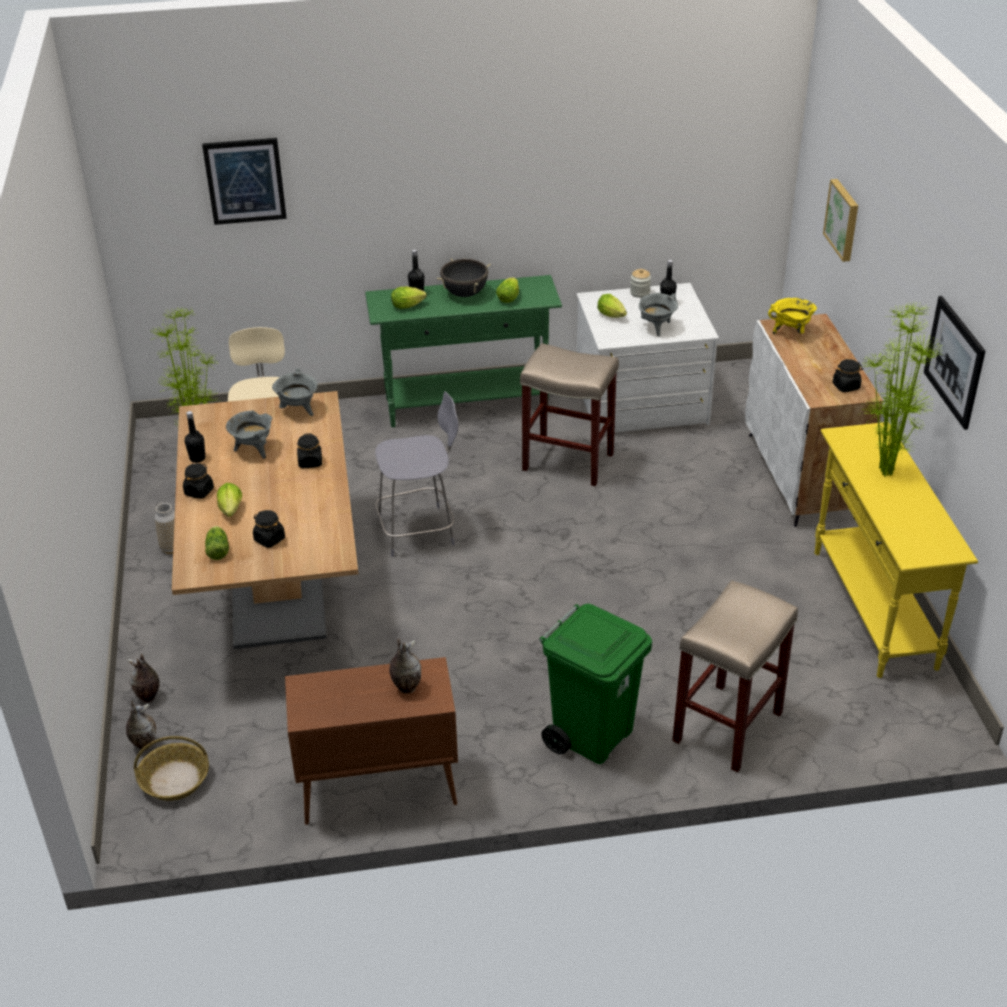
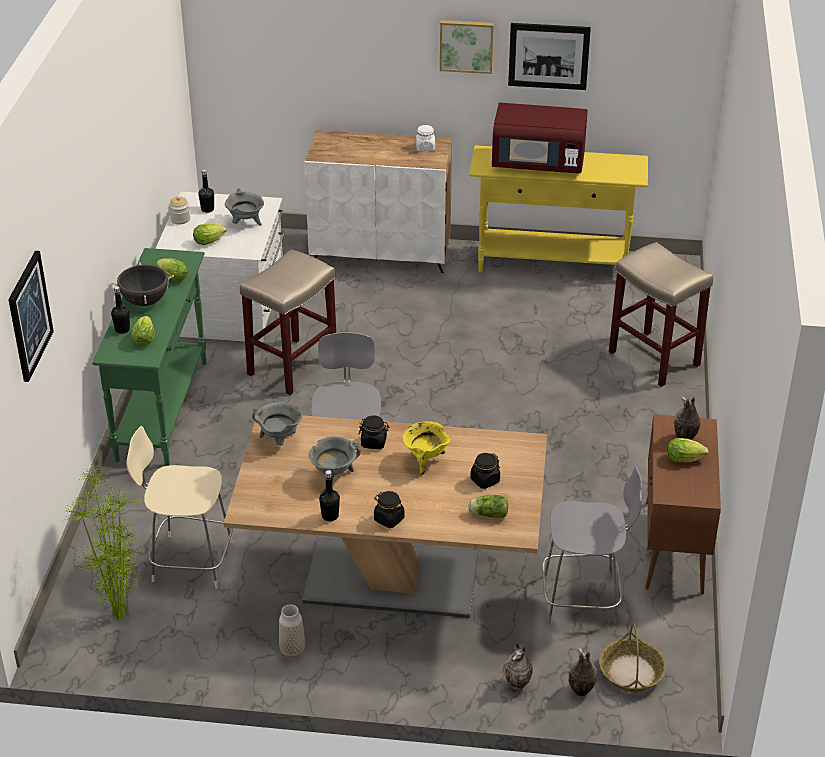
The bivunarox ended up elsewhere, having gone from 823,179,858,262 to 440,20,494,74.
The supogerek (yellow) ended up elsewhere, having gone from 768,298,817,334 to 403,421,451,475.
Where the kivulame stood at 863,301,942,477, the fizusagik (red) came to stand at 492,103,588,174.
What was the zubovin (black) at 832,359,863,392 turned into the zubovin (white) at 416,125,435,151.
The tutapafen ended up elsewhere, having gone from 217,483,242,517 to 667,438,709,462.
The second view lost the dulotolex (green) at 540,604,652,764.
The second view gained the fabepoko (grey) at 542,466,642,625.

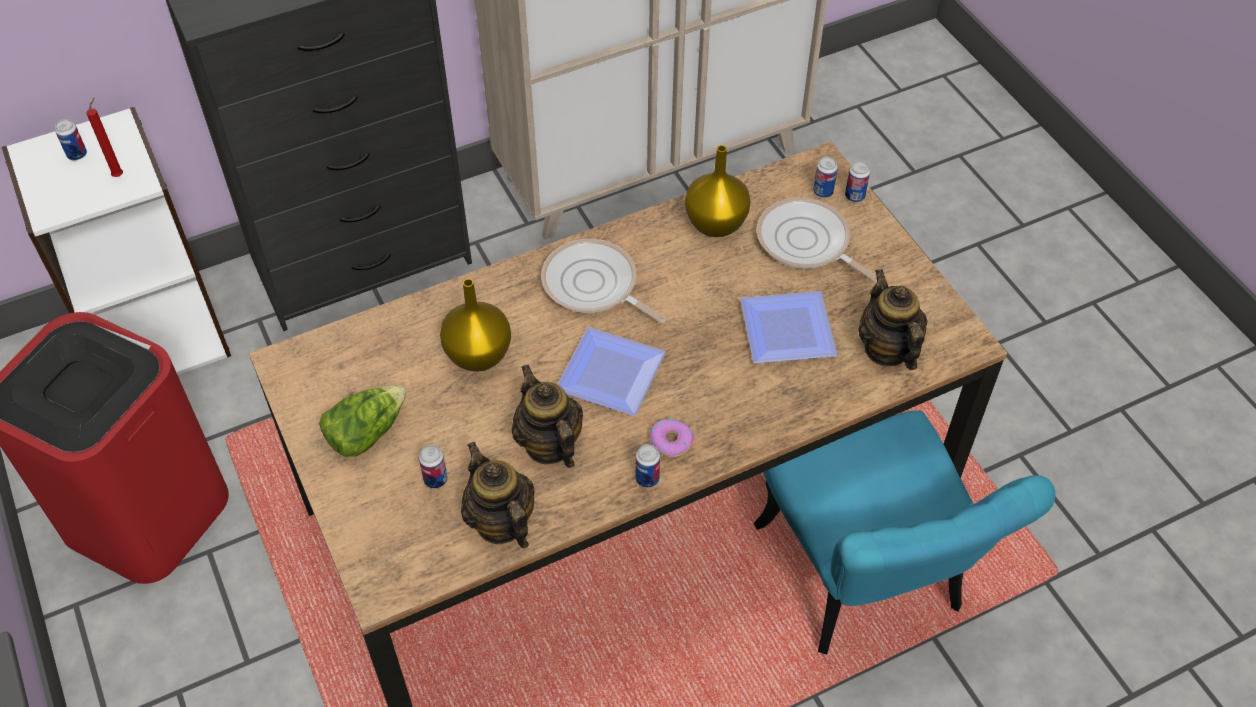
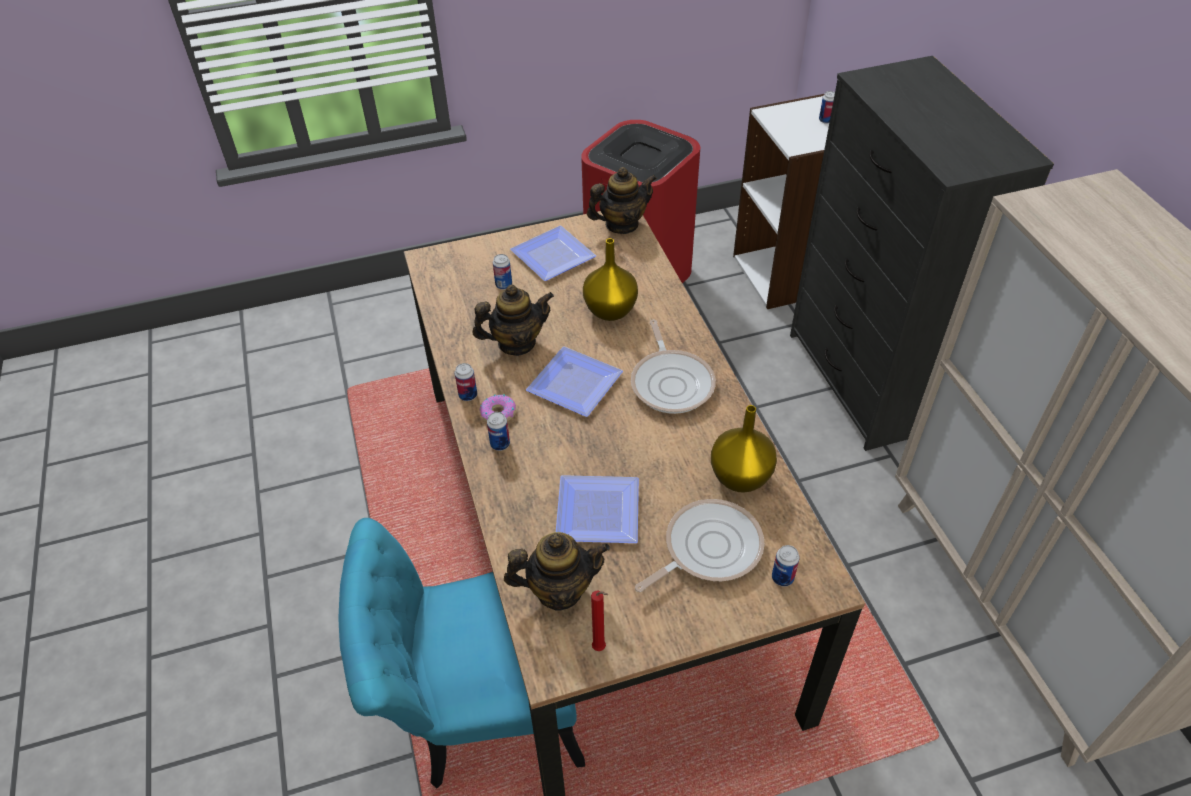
The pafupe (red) ended up elsewhere, having gone from 86,97,123,177 to 591,591,608,651.
The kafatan ended up elsewhere, having gone from 845,161,870,202 to 487,412,510,451.
The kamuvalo at 541,239,667,324 ended up facing another way, 120 degrees clockwise from before.
Where the tutapafen stood at 319,385,406,457, the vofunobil came to stand at 510,226,596,281.
The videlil ended up elsewhere, having gone from 461,442,535,548 to 587,167,657,234.

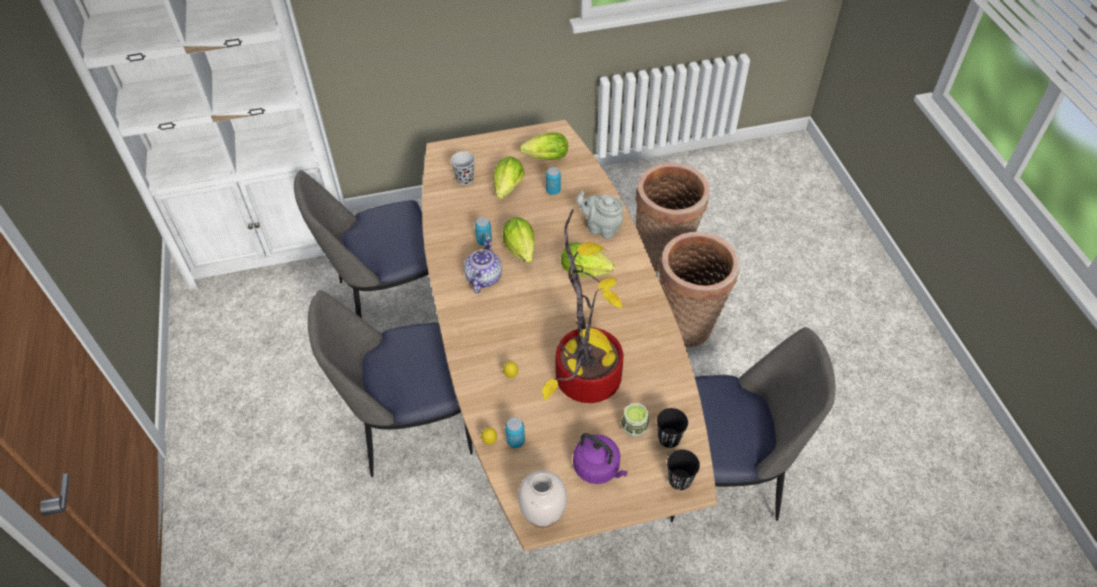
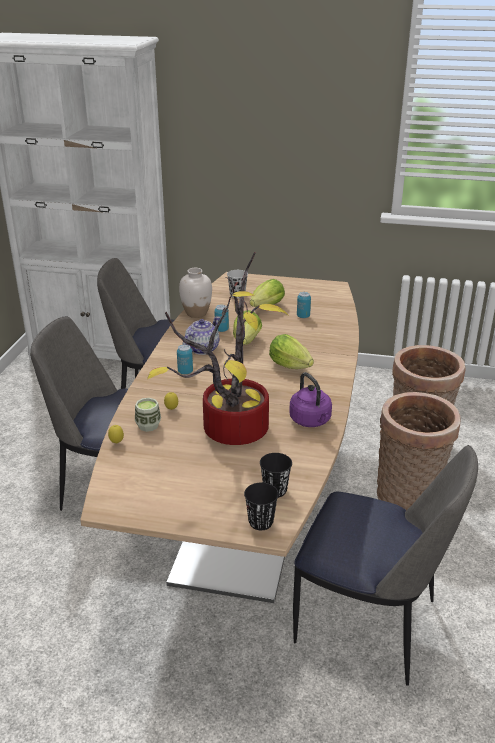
The second view lost the tutapafen at 519,132,568,160.
The second view lost the videlil (grey) at 576,190,623,239.
The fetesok ended up elsewhere, having gone from 621,403,649,437 to 135,398,161,432.
The kafatan ended up elsewhere, having gone from 505,417,525,448 to 177,345,193,375.
The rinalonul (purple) ended up elsewhere, having gone from 573,433,628,484 to 289,372,332,427.
The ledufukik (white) ended up elsewhere, having gone from 518,471,567,528 to 179,268,212,318.

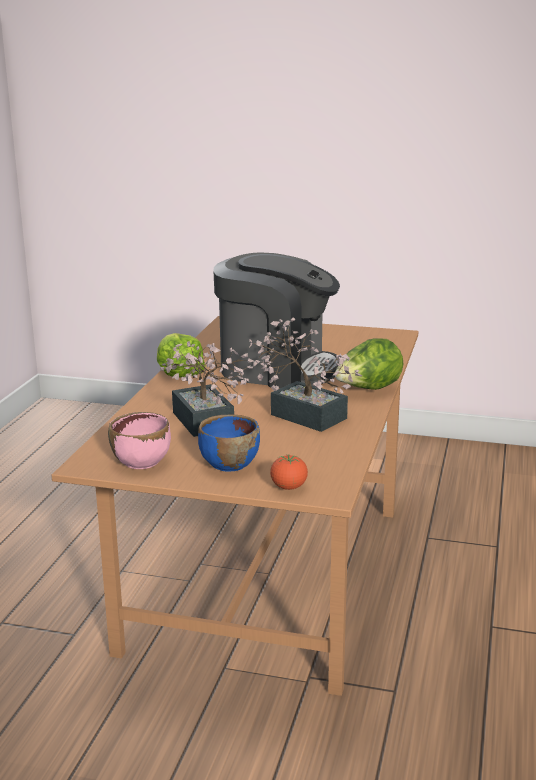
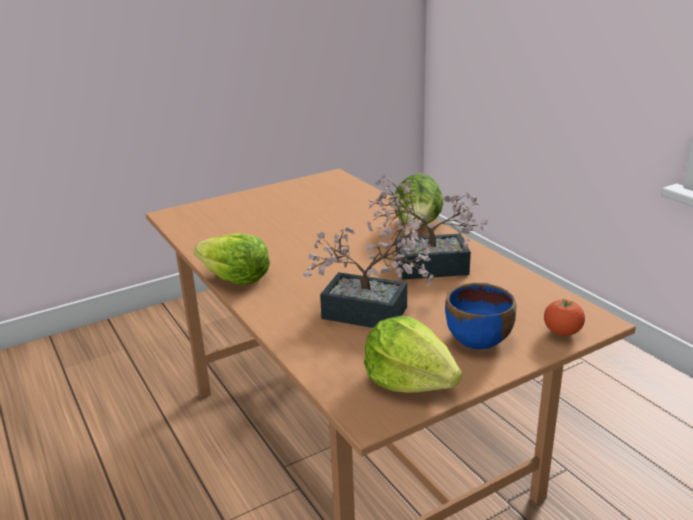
The second view lost the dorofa at 213,252,340,388.
Where the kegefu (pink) stood at 108,412,171,469, the tutapafen came to stand at 364,316,462,393.

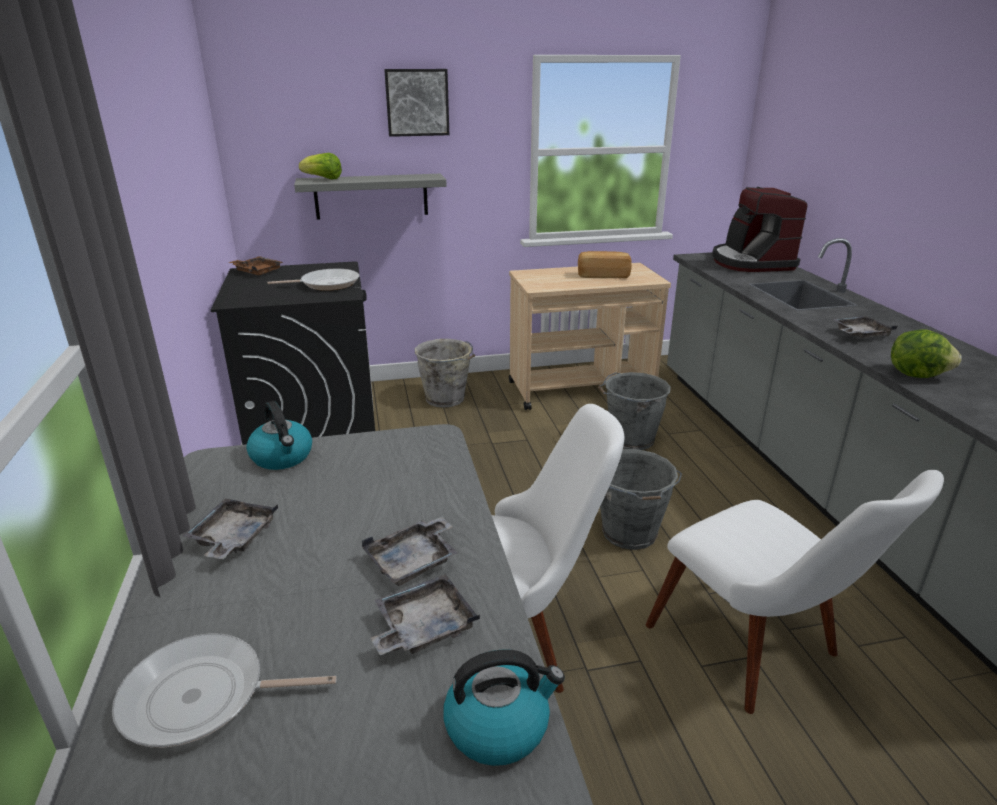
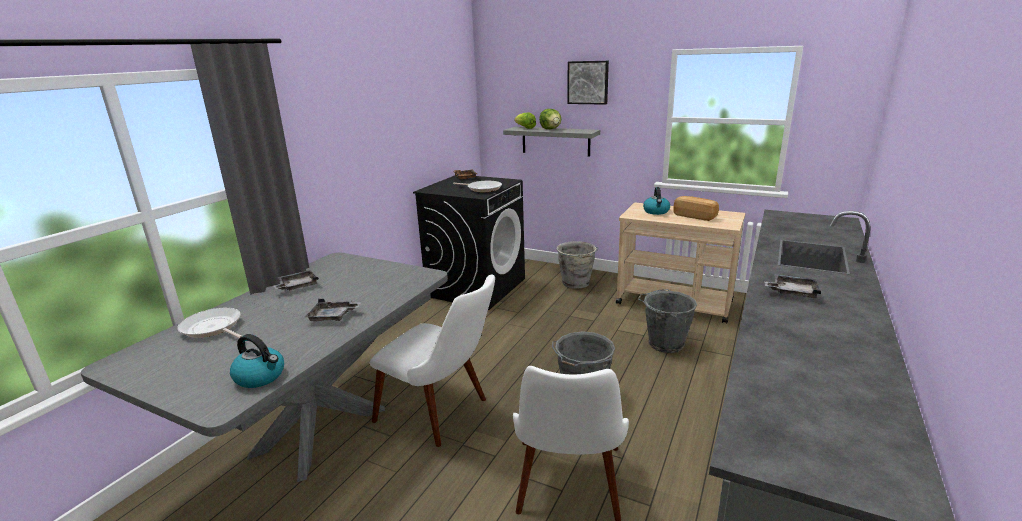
The second view lost the dorofa at 712,187,808,272.
The tutapafen ended up elsewhere, having gone from 891,329,962,378 to 539,109,561,129.
The rinalonul ended up elsewhere, having gone from 246,401,312,470 to 643,187,670,215.
The second view lost the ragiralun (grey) at 370,574,480,655.

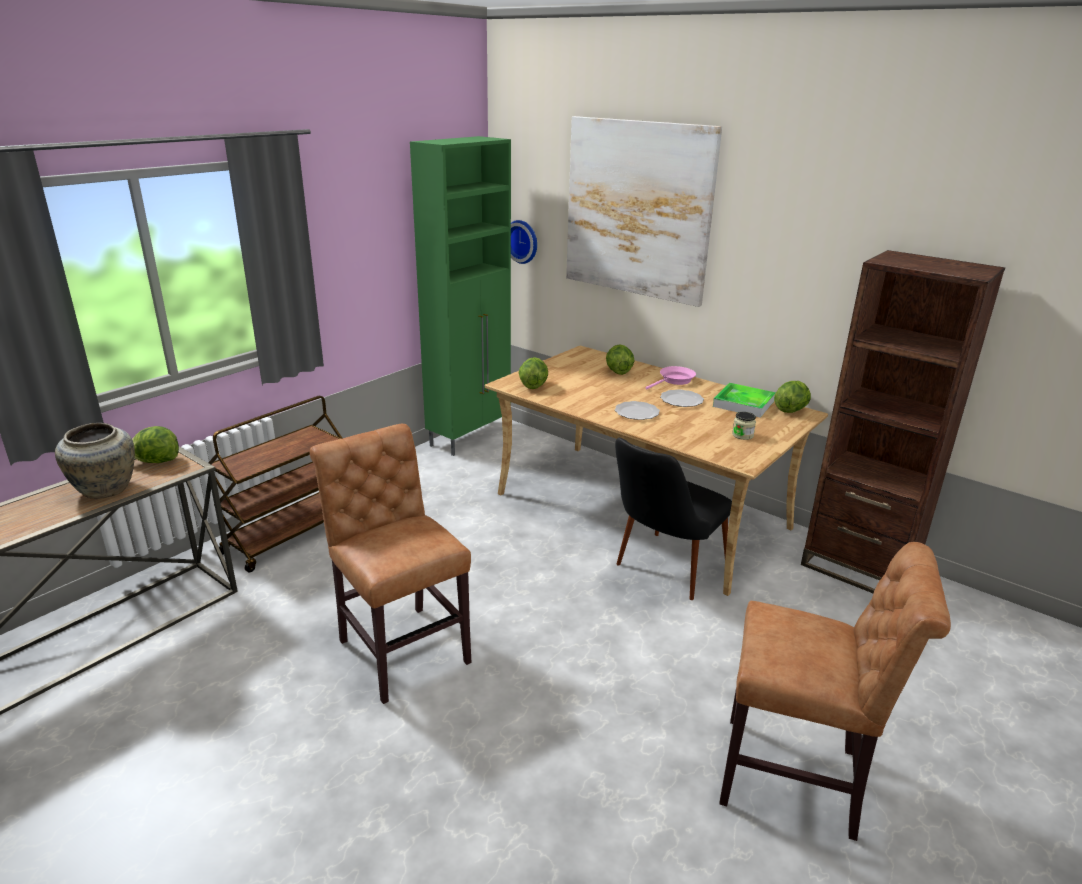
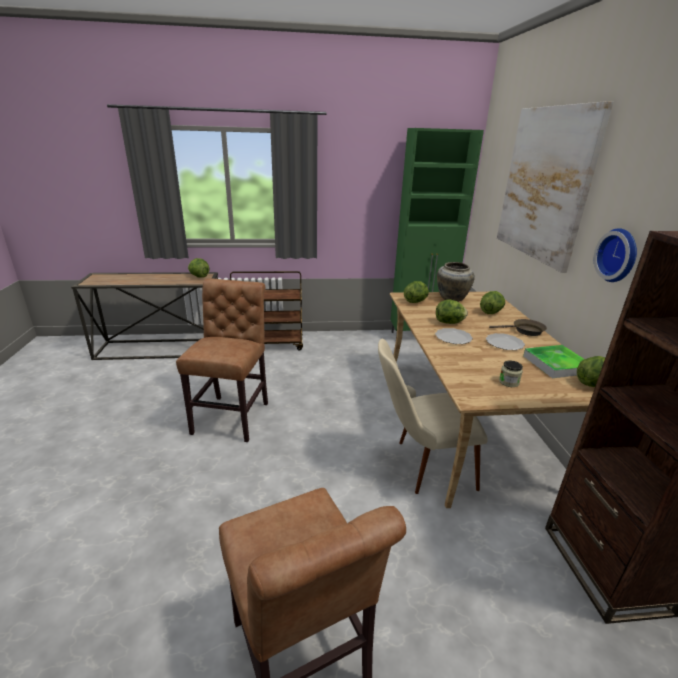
The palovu ended up elsewhere, having gone from 511,220,537,264 to 594,228,637,282.
What was the kamuvalo (pink) at 646,366,696,389 turned into the kamuvalo (brown) at 489,319,547,336.
The ledufukik (beige) ended up elsewhere, having gone from 55,423,135,499 to 437,262,475,302.
What was the fabepoko (black) at 615,438,732,600 turned into the fabepoko (beige) at 378,339,488,494.
The second view gained the tutapafen at 436,299,468,324.

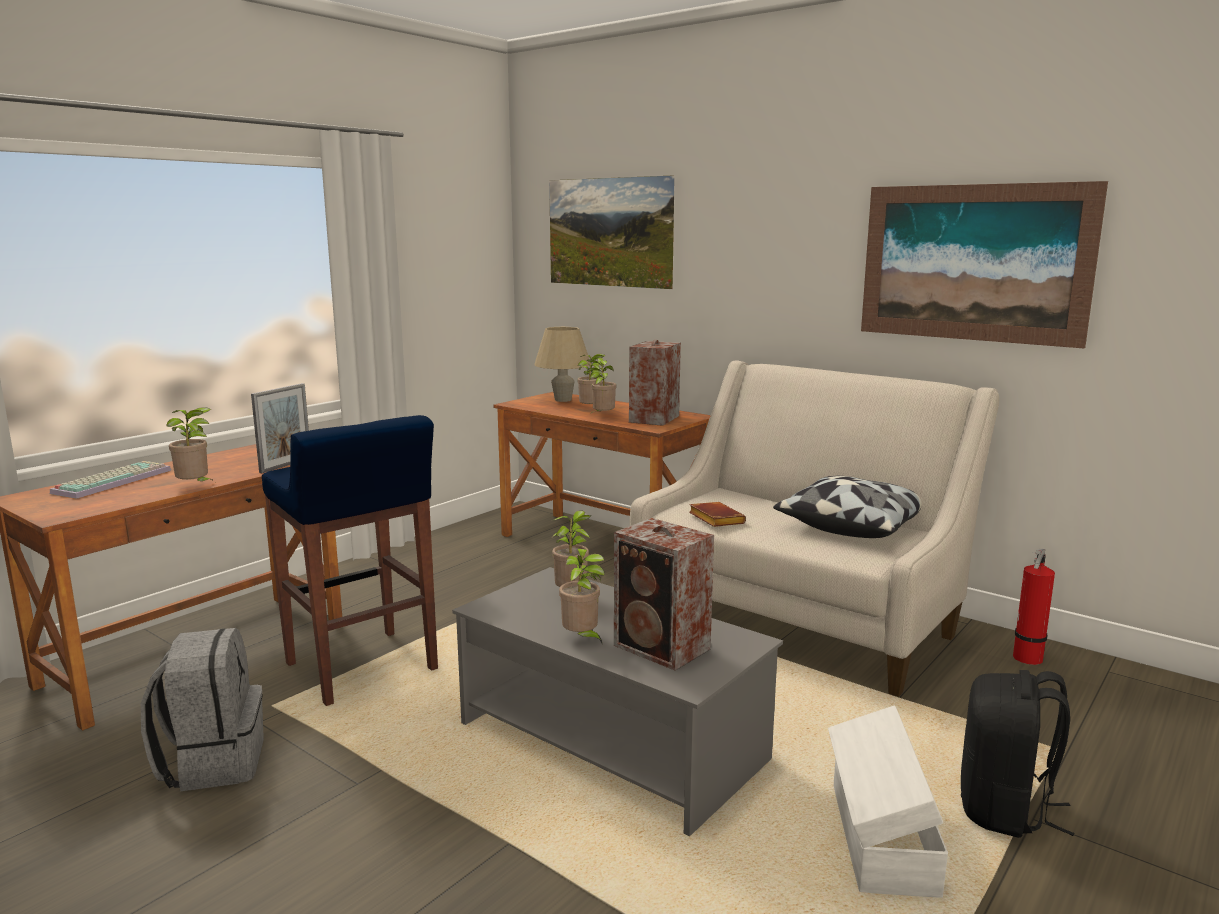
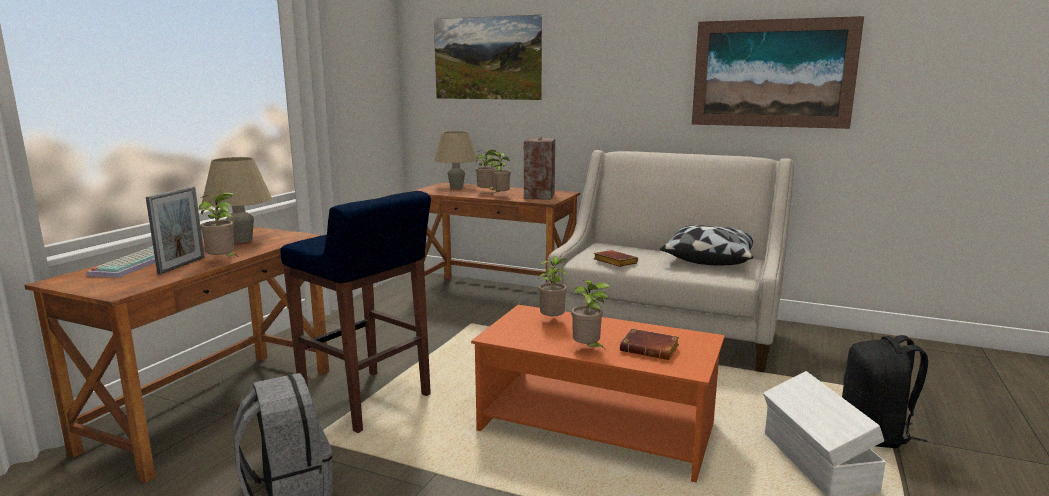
The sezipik ended up elsewhere, having gone from 251,383,309,473 to 146,186,205,275.
Where the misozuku stood at 614,518,714,671, the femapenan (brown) came to stand at 620,329,679,360.
The second view lost the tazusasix at 1013,548,1055,665.
What was the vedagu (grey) at 452,567,783,837 turned into the vedagu (orange) at 471,305,725,483.
The second view gained the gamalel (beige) at 202,157,272,243.

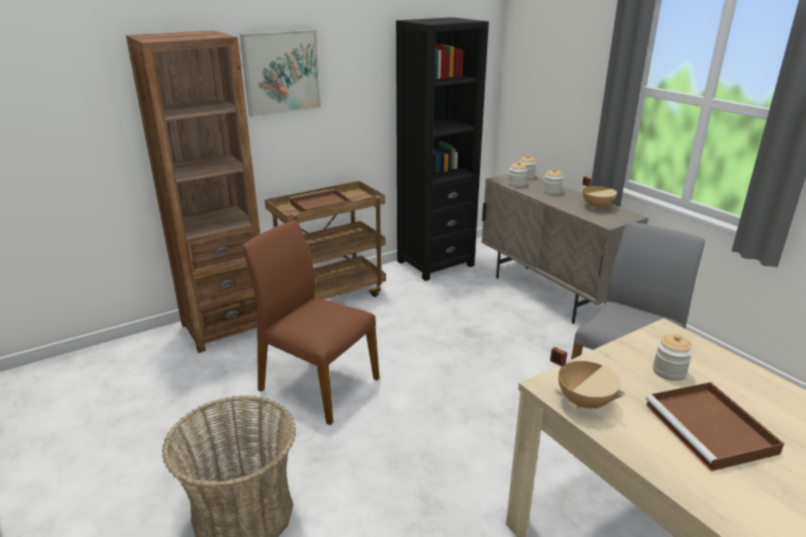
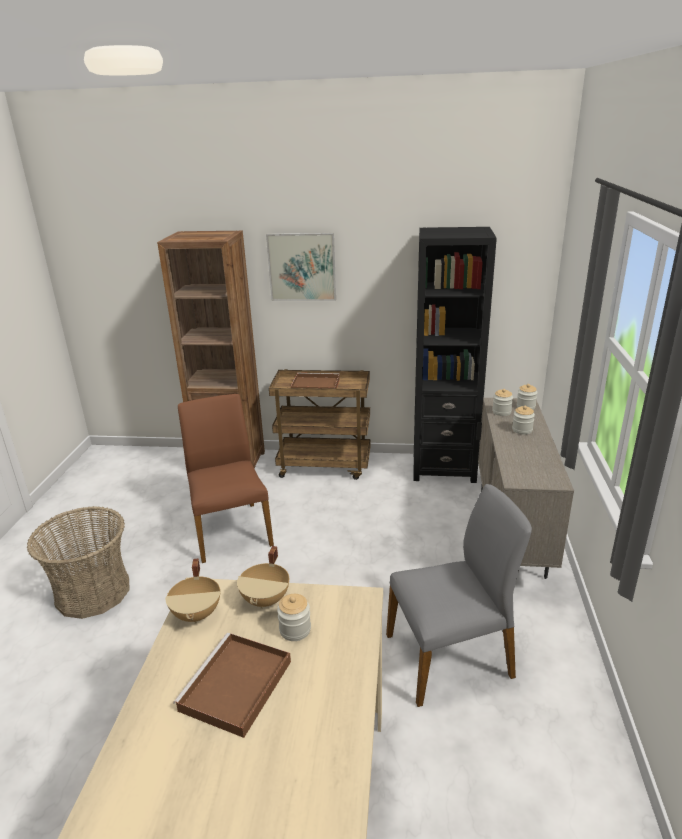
The supogerek (beige) ended up elsewhere, having gone from 582,177,617,210 to 237,546,289,609.

